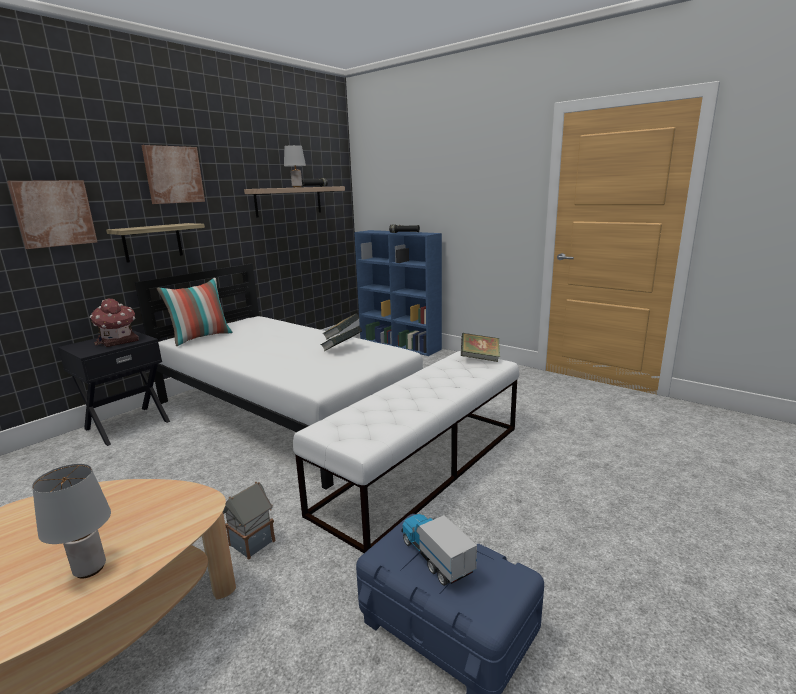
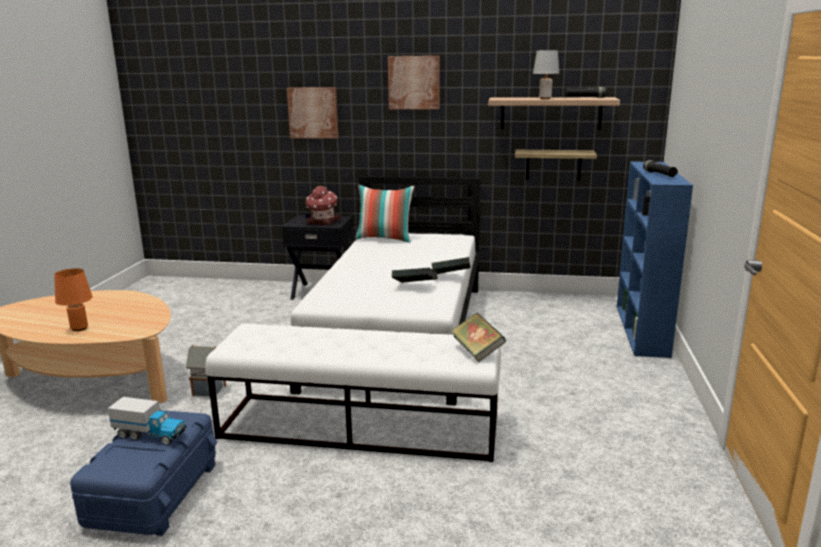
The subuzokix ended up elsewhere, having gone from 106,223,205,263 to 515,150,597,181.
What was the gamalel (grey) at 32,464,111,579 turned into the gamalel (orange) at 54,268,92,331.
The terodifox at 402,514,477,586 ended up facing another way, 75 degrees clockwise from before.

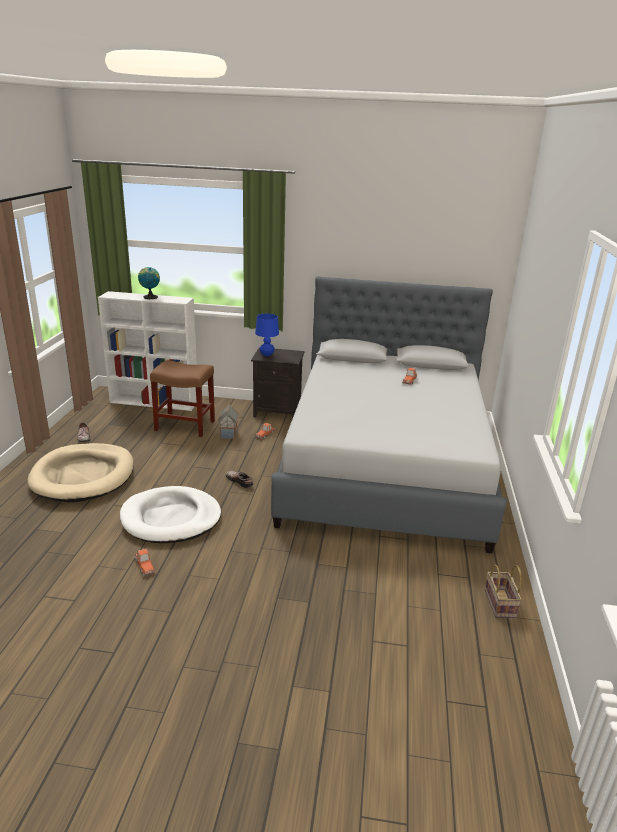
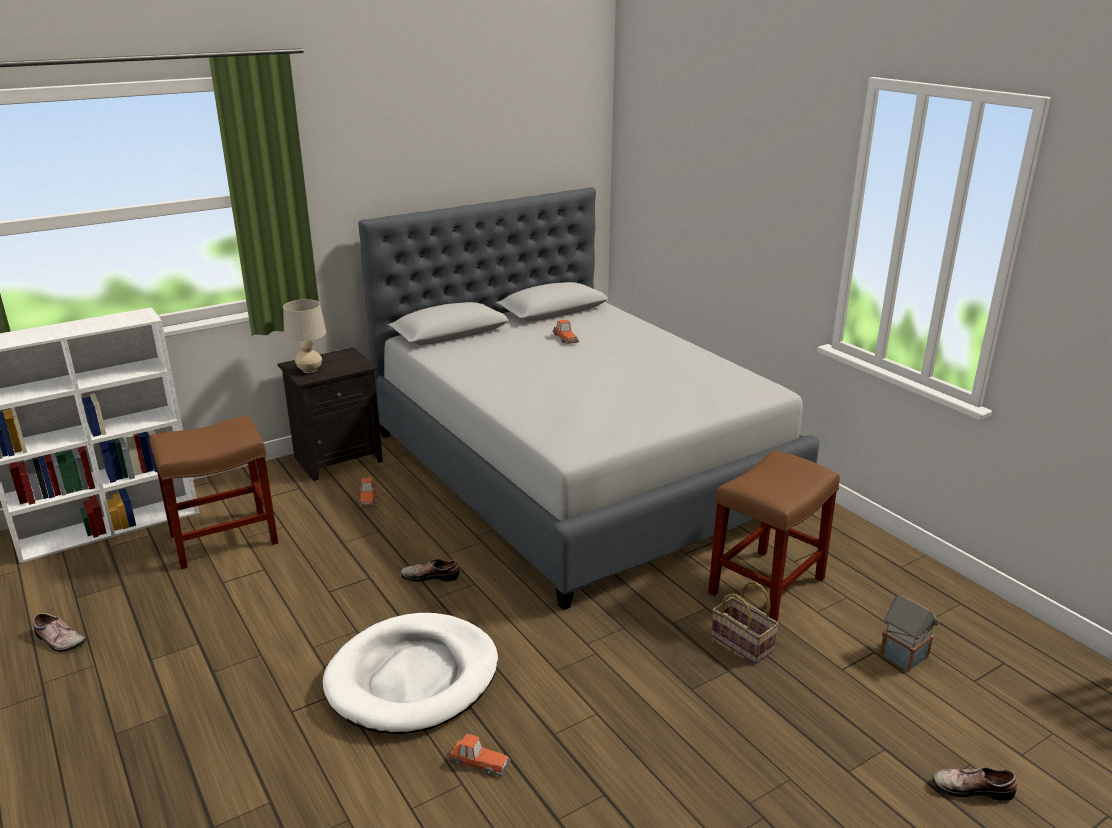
The second view lost the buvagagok at 138,267,160,299.
What was the gamalel (blue) at 255,314,279,356 turned into the gamalel (beige) at 283,299,326,373.
The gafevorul ended up elsewhere, having gone from 218,404,239,439 to 879,592,939,672.
The second view lost the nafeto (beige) at 27,443,134,502.
The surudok ended up elsewhere, having gone from 485,565,522,618 to 711,581,779,664.
The second view gained the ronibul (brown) at 708,450,840,622.
The second view gained the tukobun at 933,767,1017,801.

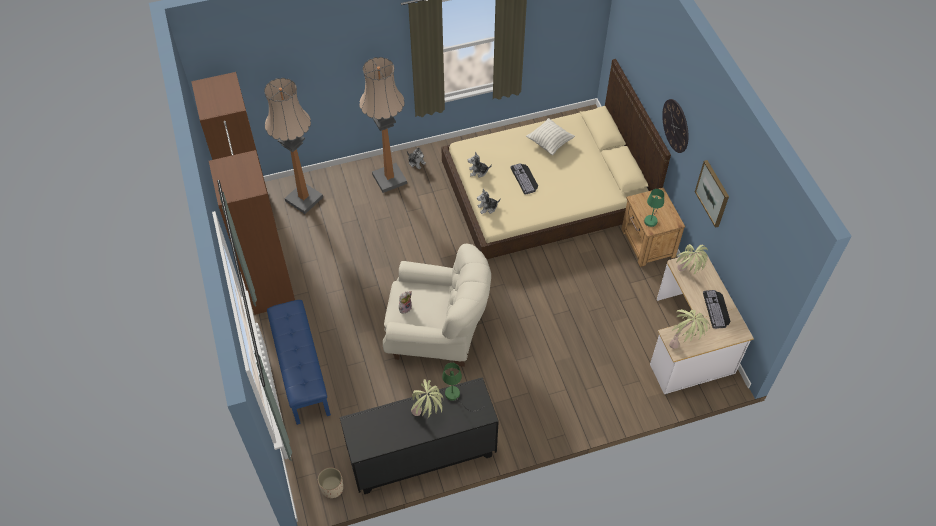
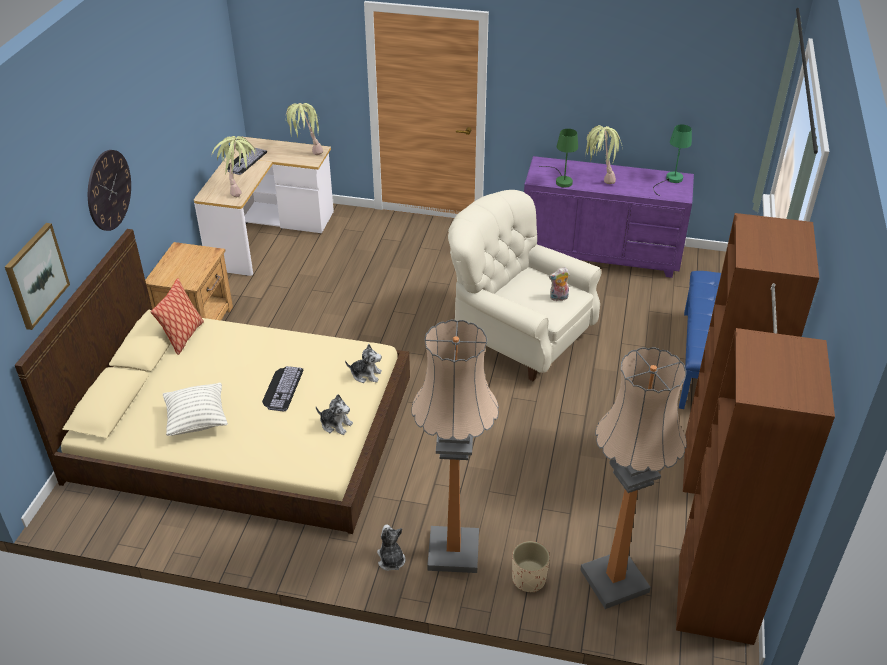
The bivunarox ended up elsewhere, having gone from 695,160,729,228 to 5,223,70,330.
The gamalel (green) ended up elsewhere, having gone from 644,189,664,227 to 653,124,692,196.
What was the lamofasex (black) at 340,377,499,494 turned into the lamofasex (purple) at 524,156,694,278.
The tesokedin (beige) ended up elsewhere, having gone from 318,467,343,498 to 512,541,550,593.
The second view gained the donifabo at 151,279,204,355.

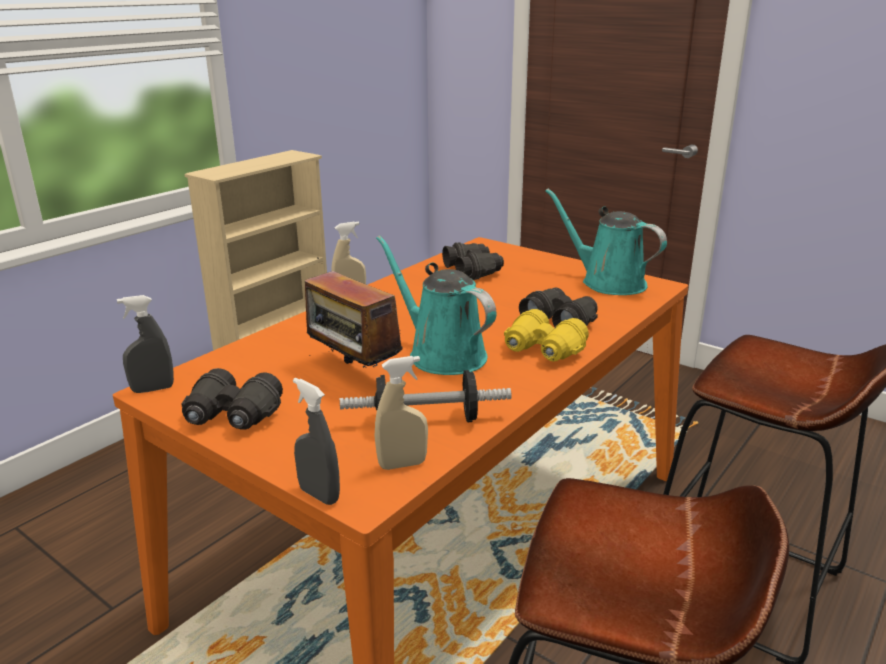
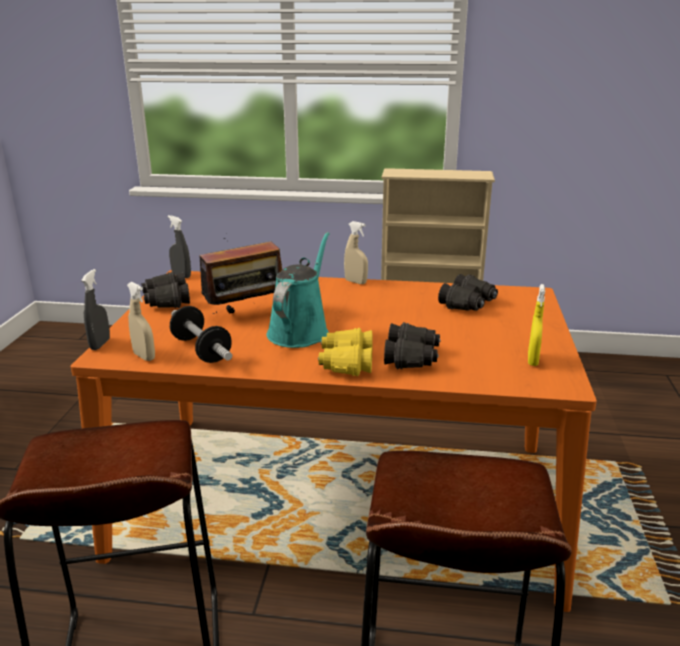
Where the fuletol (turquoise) stood at 545,188,667,295, the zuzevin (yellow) came to stand at 528,284,545,366.
The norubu at 305,257,403,368 ended up facing another way, 135 degrees counterclockwise from before.

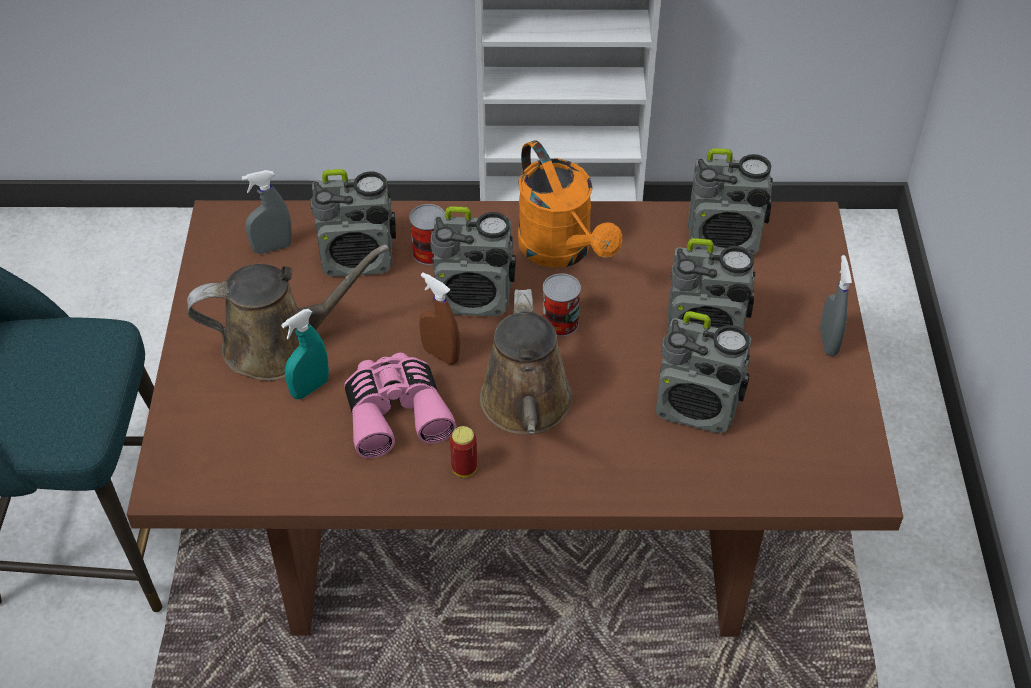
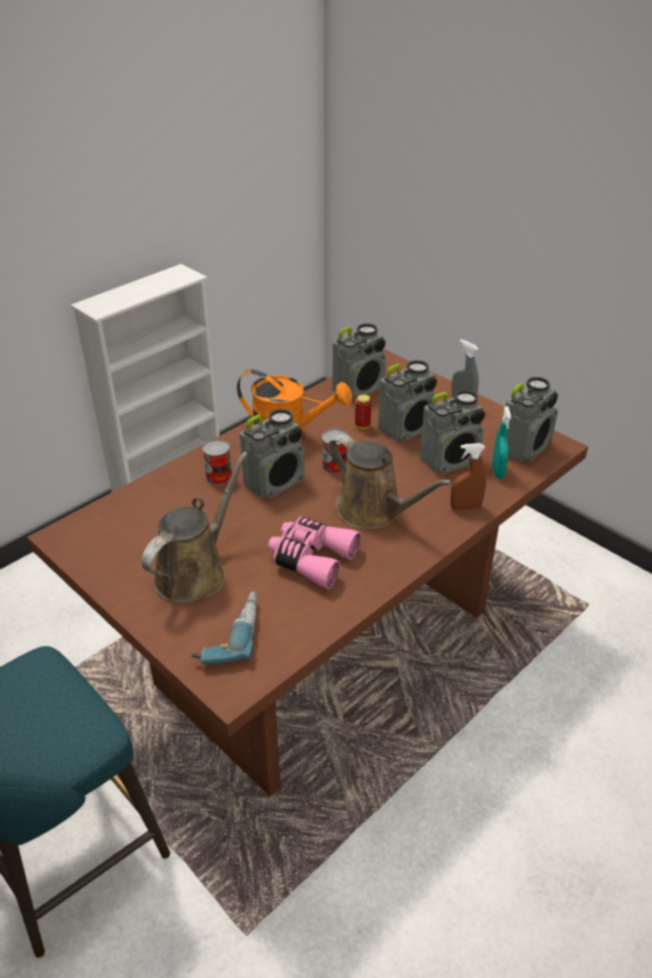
The norubu ended up elsewhere, having gone from 310,169,396,277 to 505,377,558,462.
The second view lost the zuzevin (grey) at 242,170,292,254.
The zuzevin (brown) ended up elsewhere, having gone from 419,272,460,365 to 450,443,486,510.
The zuzevin (turquoise) ended up elsewhere, having gone from 281,309,329,399 to 492,407,511,478.
The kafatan ended up elsewhere, having gone from 450,426,477,477 to 355,394,371,429.
The second view gained the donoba at 191,591,257,665.

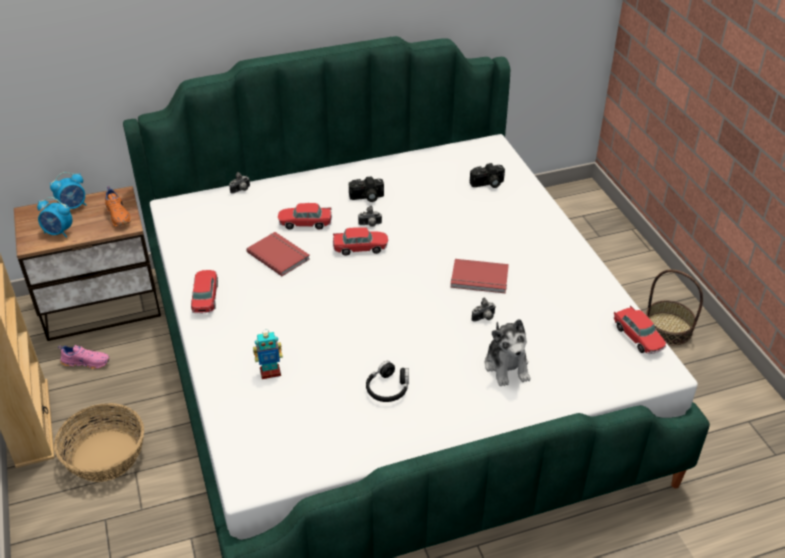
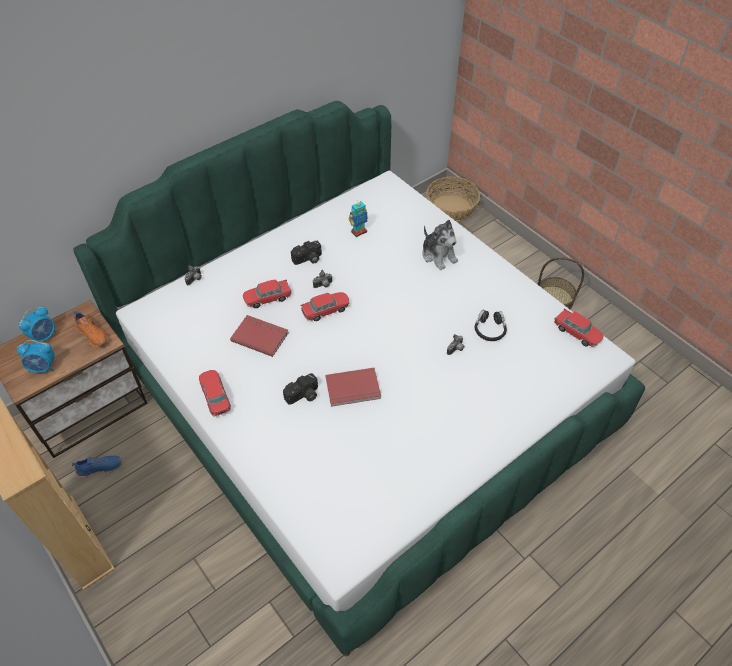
The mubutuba ended up elsewhere, having gone from 470,163,505,188 to 283,373,318,405.
The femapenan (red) ended up elsewhere, having gone from 450,259,509,293 to 325,368,381,407.
The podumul ended up elsewhere, having gone from 485,319,530,387 to 422,220,458,270.
The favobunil ended up elsewhere, having gone from 253,329,283,379 to 348,202,368,237.
What was the tukobun (pink) at 58,345,110,369 turned into the tukobun (blue) at 72,456,122,478.
The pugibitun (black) ended up elsewhere, having gone from 366,361,409,402 to 475,309,507,341.
The surudok ended up elsewhere, having gone from 54,403,144,482 to 426,177,480,221.

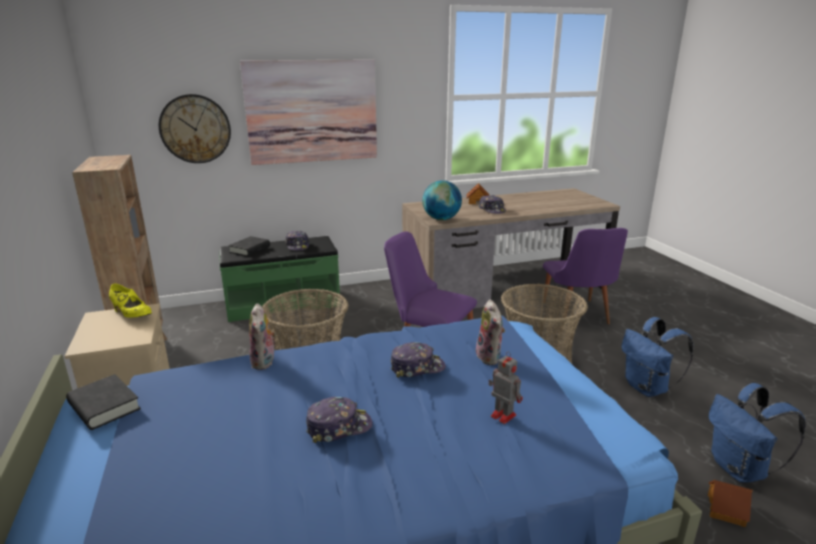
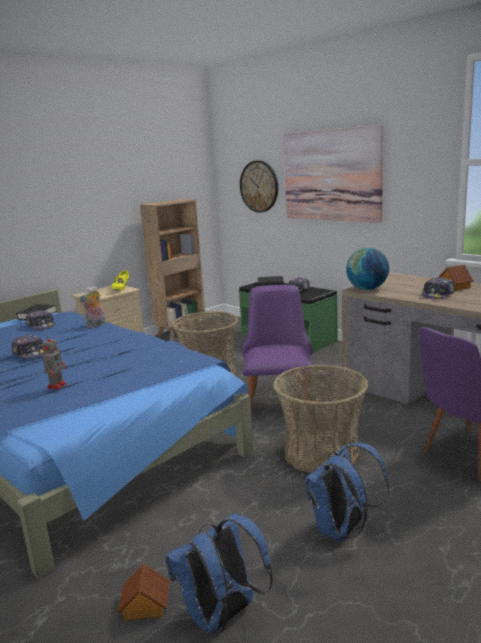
The second view lost the podumul at 476,299,505,365.
The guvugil ended up elsewhere, having gone from 390,342,446,378 to 26,310,55,330.

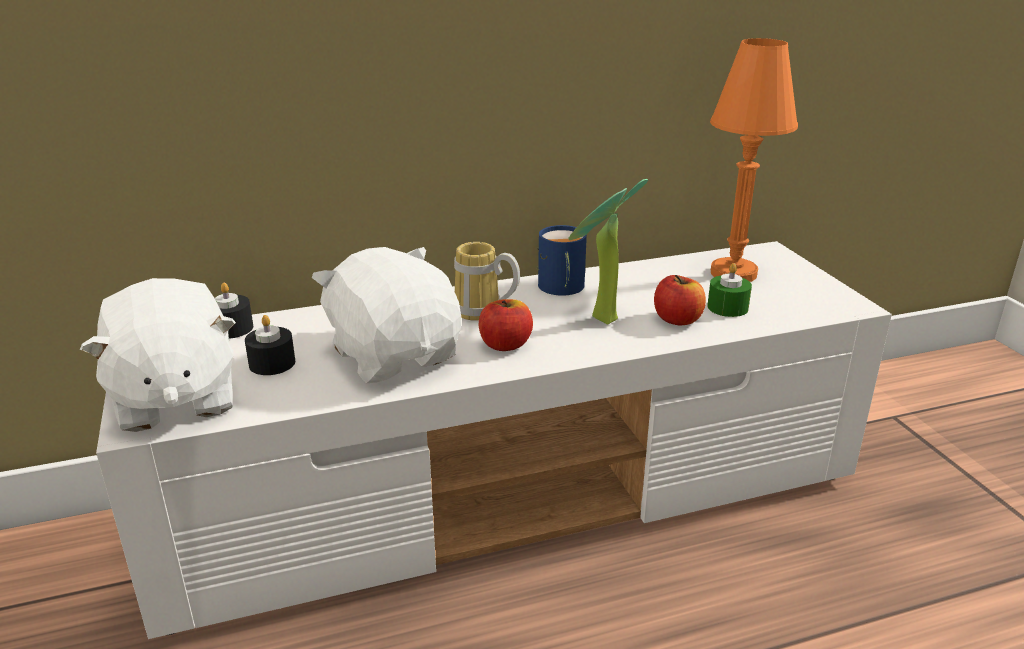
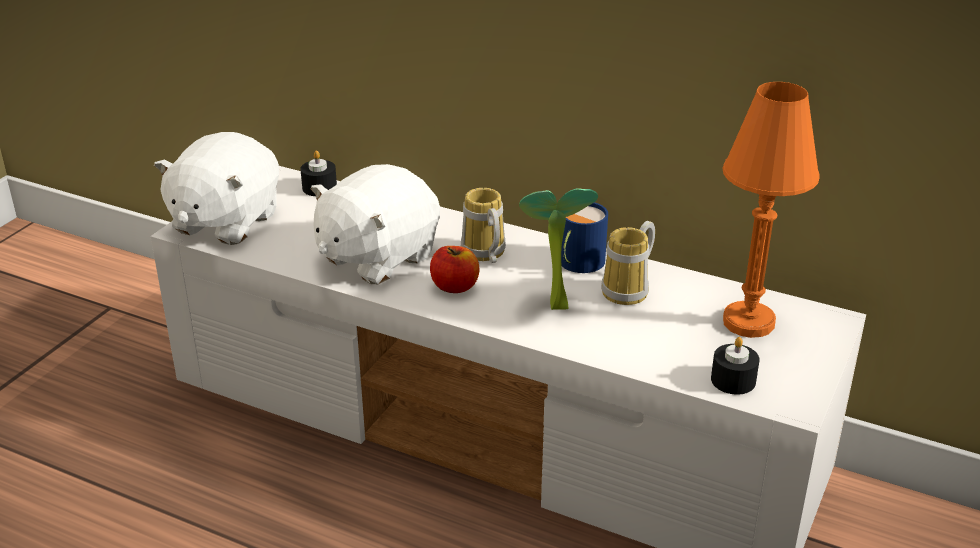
The podumul (white) at 311,247,461,383 ended up facing another way, 150 degrees counterclockwise from before.
The second view lost the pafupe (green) at 707,263,752,317.
The second view lost the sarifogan at 654,275,706,325.
The pafupe (black) ended up elsewhere, having gone from 245,315,295,375 to 711,337,760,395.
The second view gained the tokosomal at 601,221,655,305.

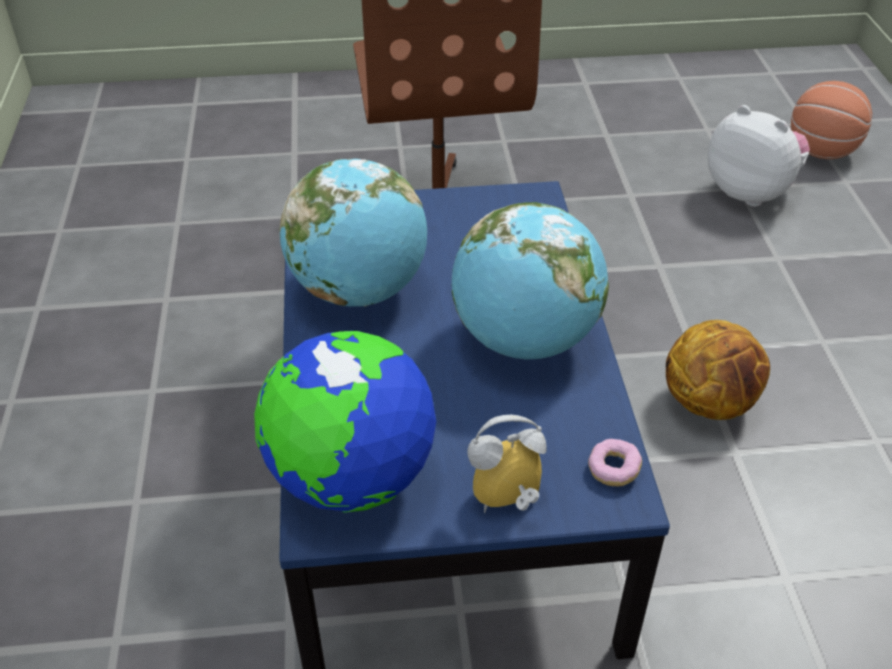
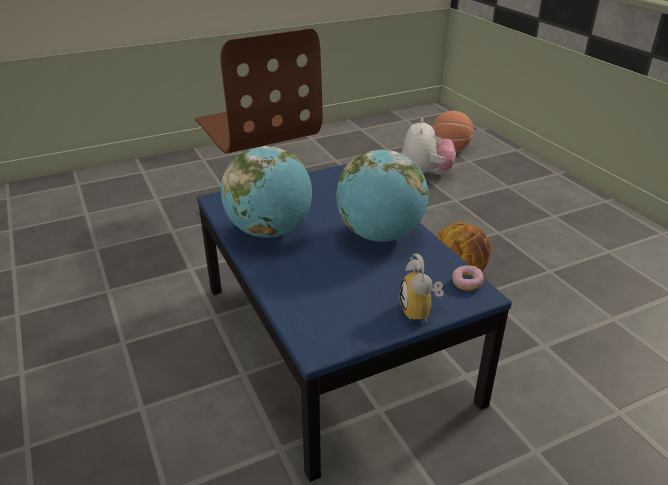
The podumul at 708,105,810,207 ended up facing another way, 75 degrees clockwise from before.
The second view lost the buvagagok at 254,331,436,512.
The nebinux at 468,415,546,513 ended up facing another way, 60 degrees counterclockwise from before.

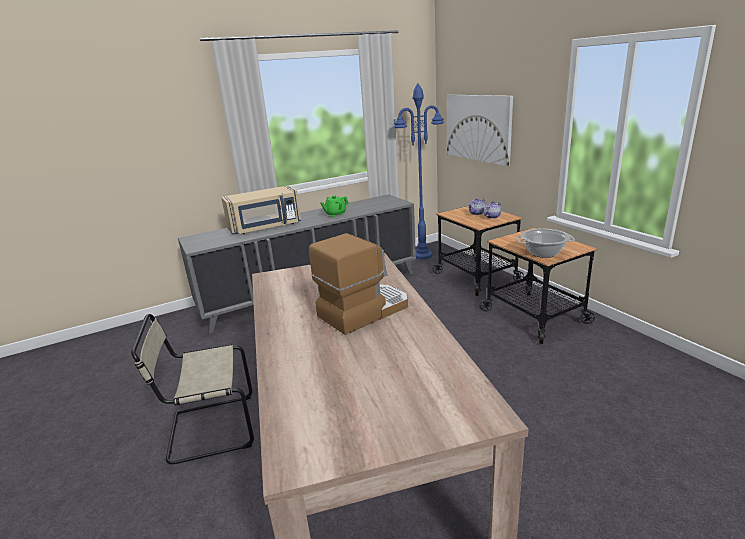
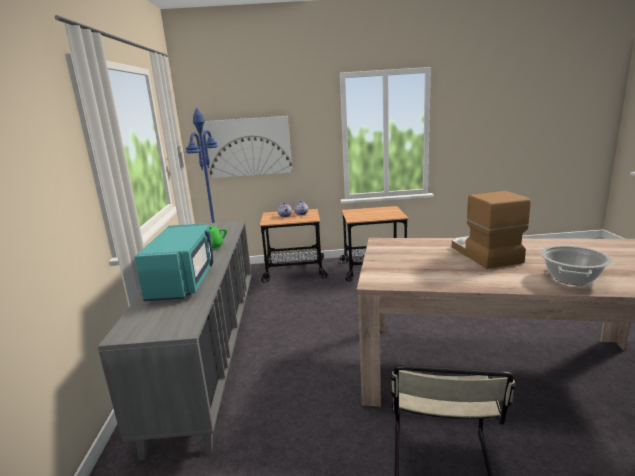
What was the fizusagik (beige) at 221,185,301,234 turned into the fizusagik (turquoise) at 134,224,214,301.
The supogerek ended up elsewhere, having gone from 516,228,575,258 to 540,245,613,285.

